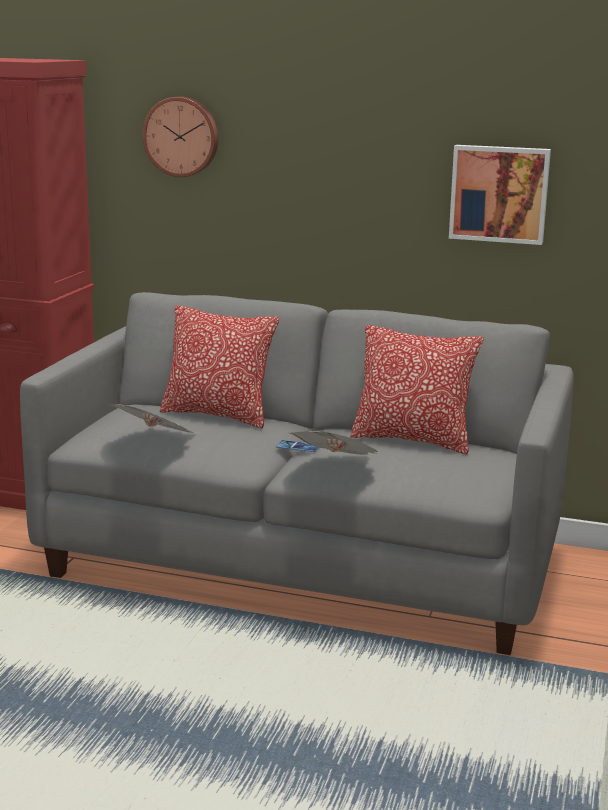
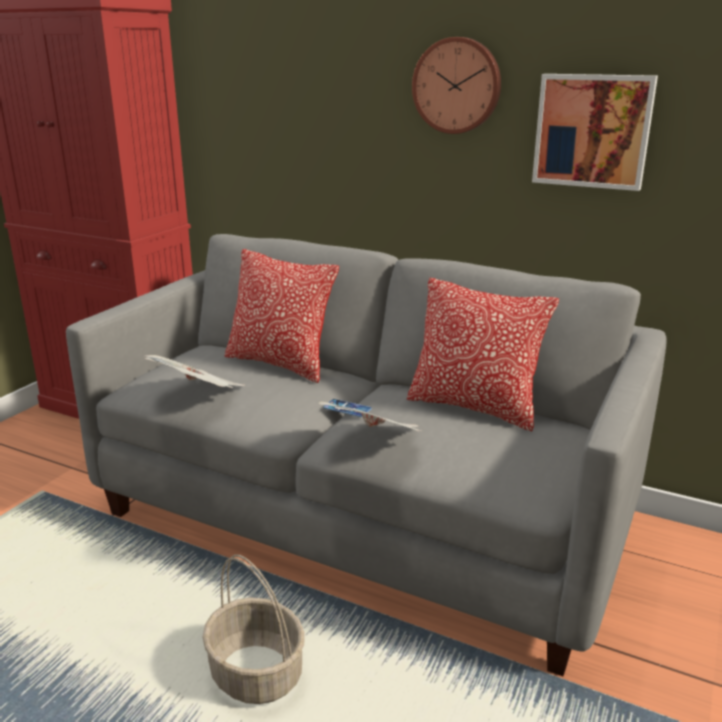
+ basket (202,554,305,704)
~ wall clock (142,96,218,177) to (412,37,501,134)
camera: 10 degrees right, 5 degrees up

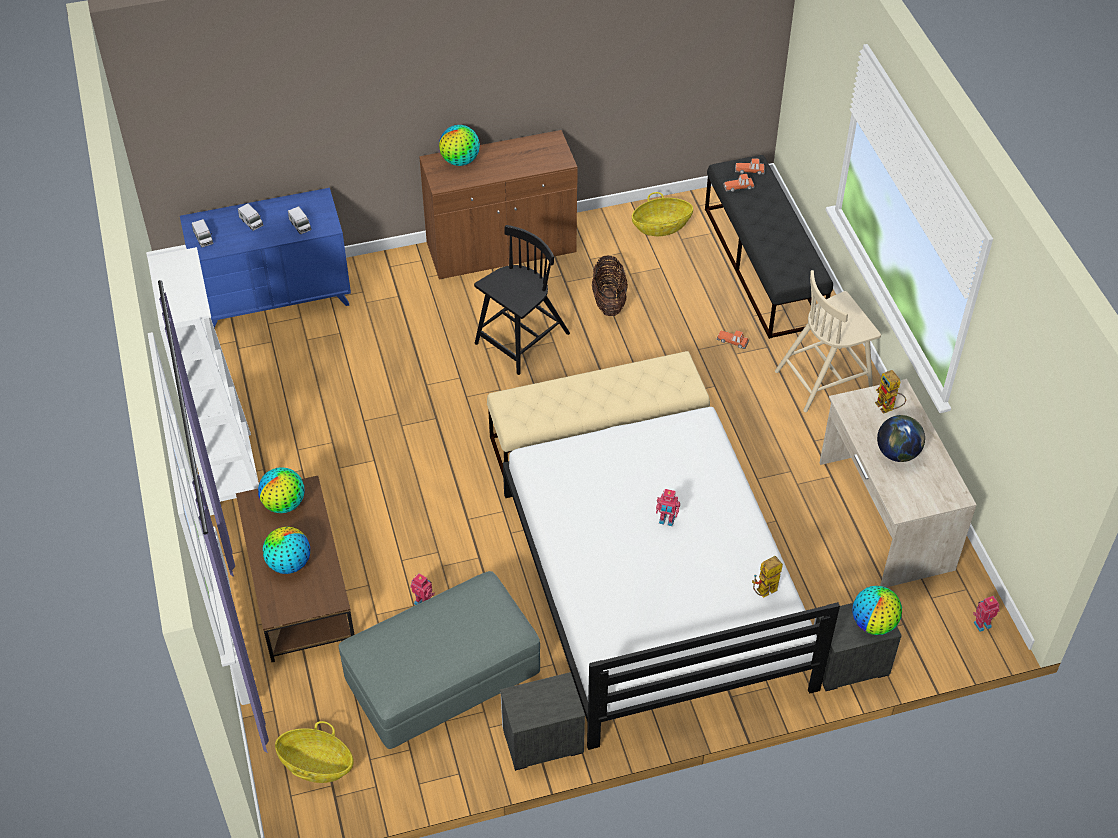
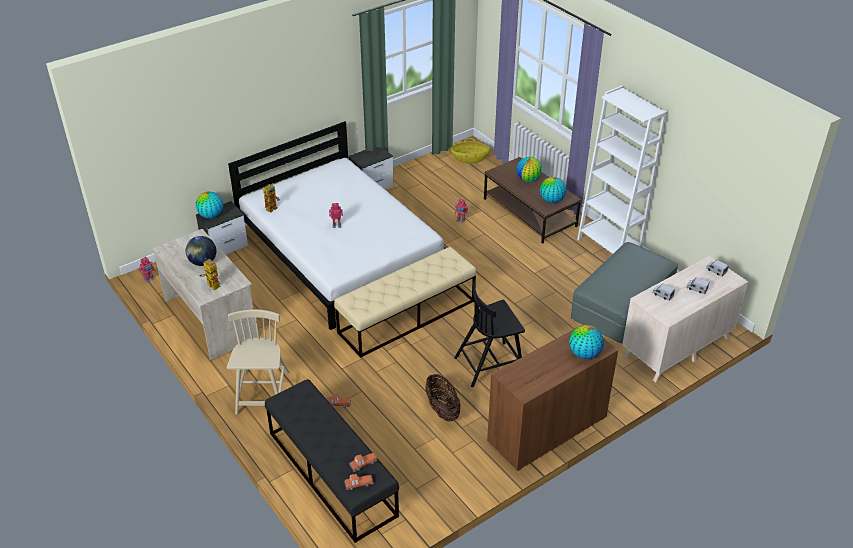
~ chair in beige (775,270,881,412) = (227,309,290,415) 45 degrees counterclockwise
~ chair in black (474,225,570,375) = (454,281,525,387) 45 degrees clockwise
~ ottoman in grey (339,571,540,749) to (571,242,678,343)
~ dresser in blue (180,188,351,328) to dresser in beige (622,256,748,383)
- basket (632,192,693,236)
camera: 160 degrees right, 10 degrees down

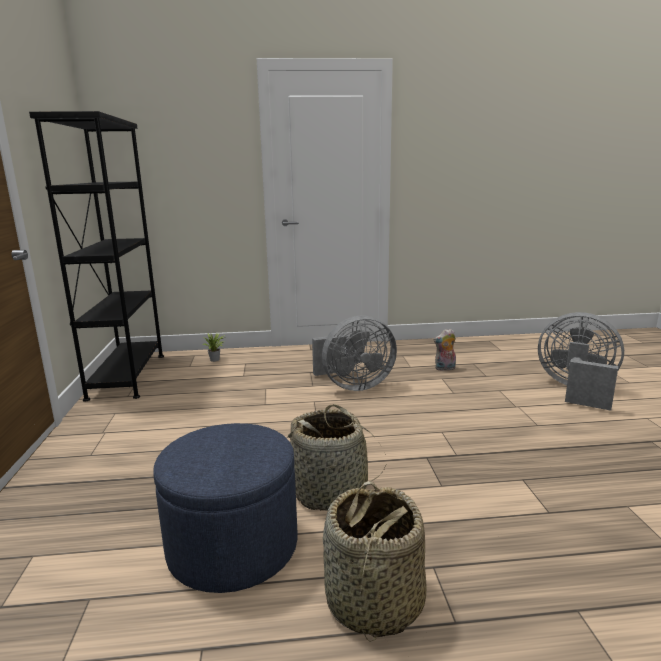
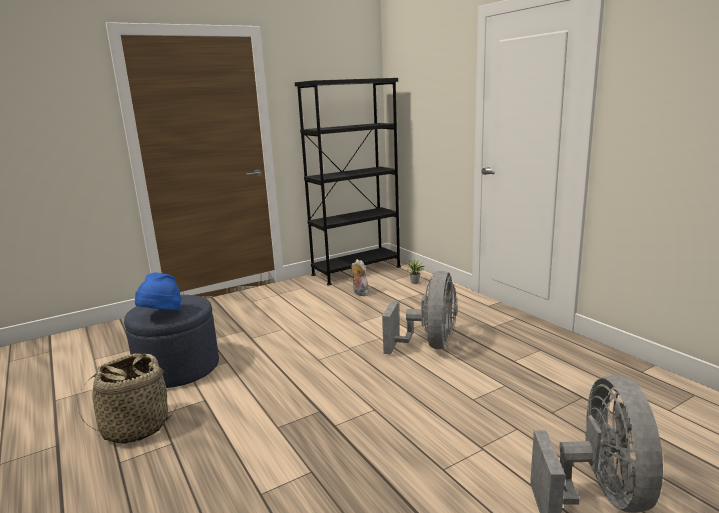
+ hat in blue (135,272,182,311)
~ plush toy (434,329,456,371) to (351,259,369,296)
~ fan in grey (312,316,397,391) = (382,271,457,355) 120 degrees counterclockwise
- basket (286,404,386,511)
camera: 65 degrees right, 0 degrees up

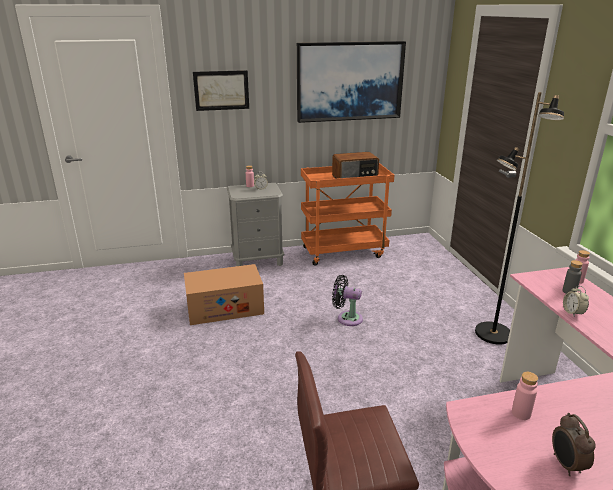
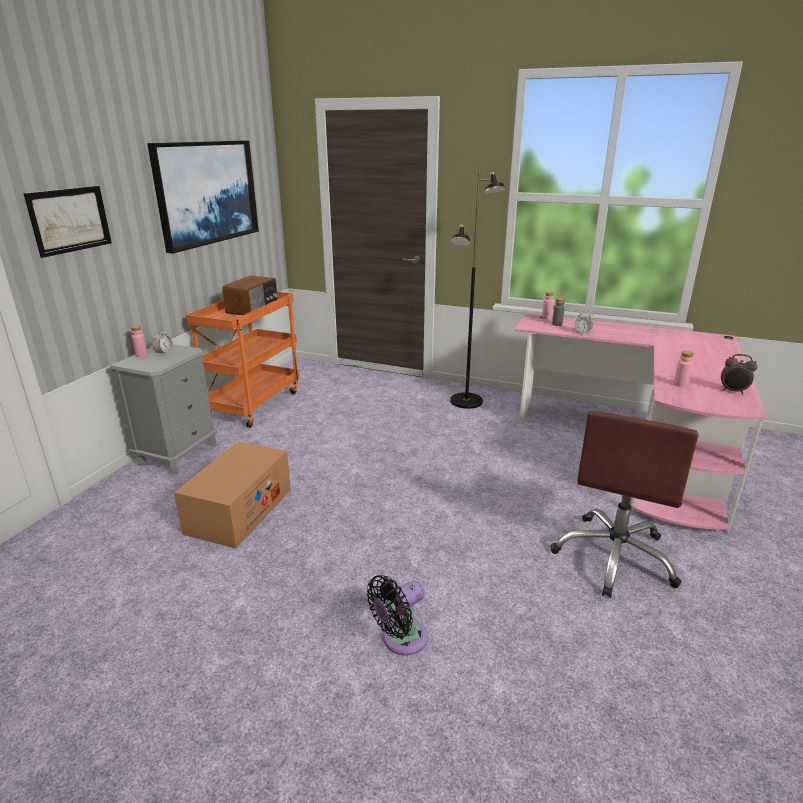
~ fan in black (332,275,363,326) to (367,575,428,656)
camera: 55 degrees left, 0 degrees up

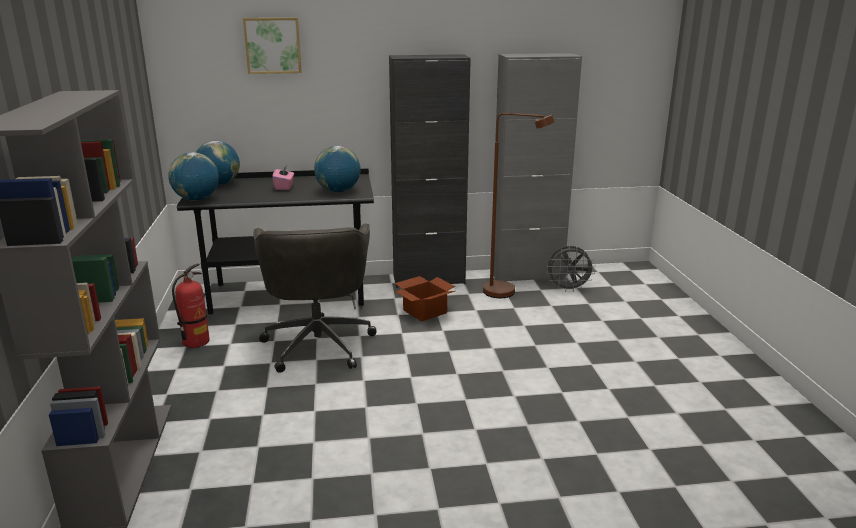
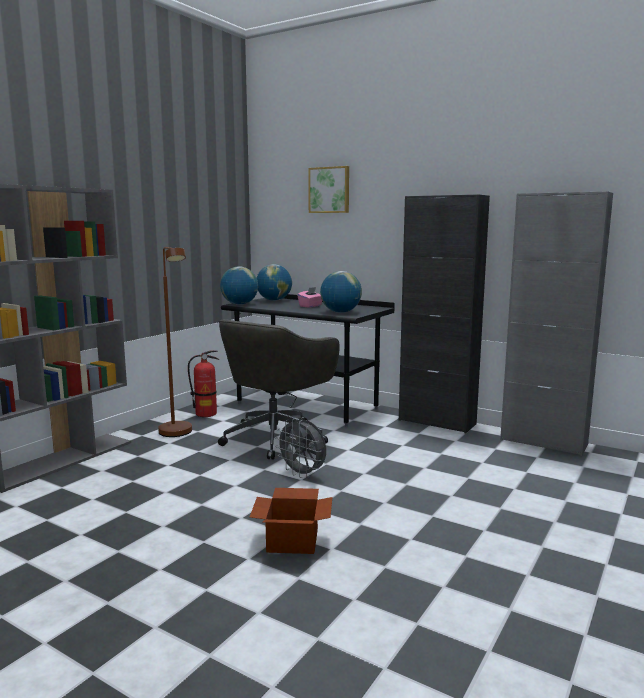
~ floor lamp in brown (483,113,555,298) to (158,247,192,437)
~ cardboard box (394,276,455,322) to (249,488,332,554)
~ fan in grey (546,246,596,292) to (275,418,326,478)
camera: 40 degrees right, 10 degrees down

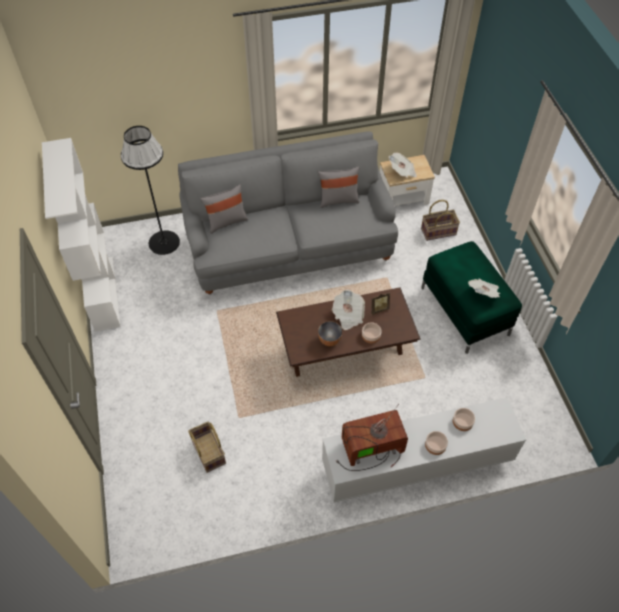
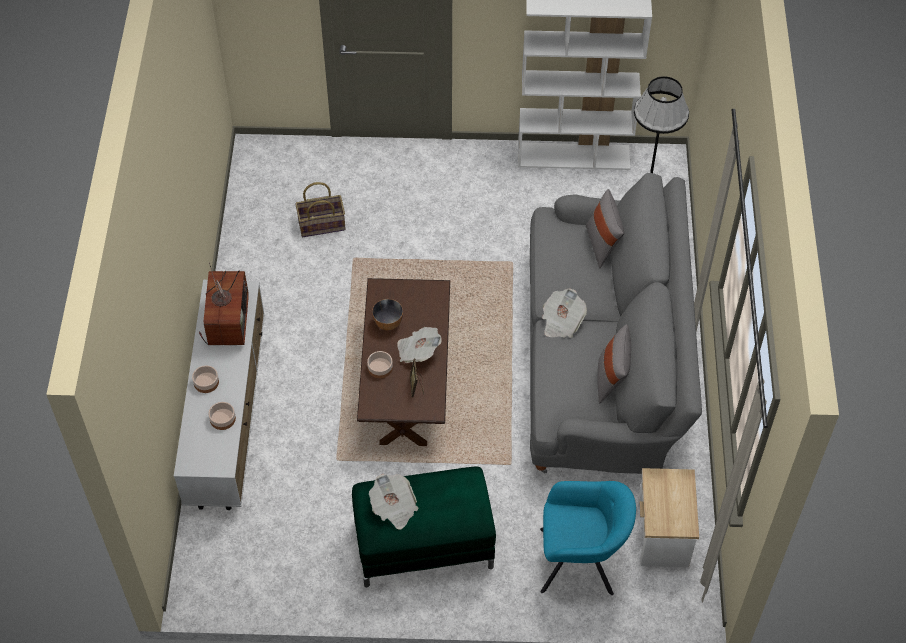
~ basket (421,200,460,241) to armchair in turquoise (540,481,636,595)
~ newspaper (389,153,417,178) to (542,289,587,338)
camera: 105 degrees right, 0 degrees up

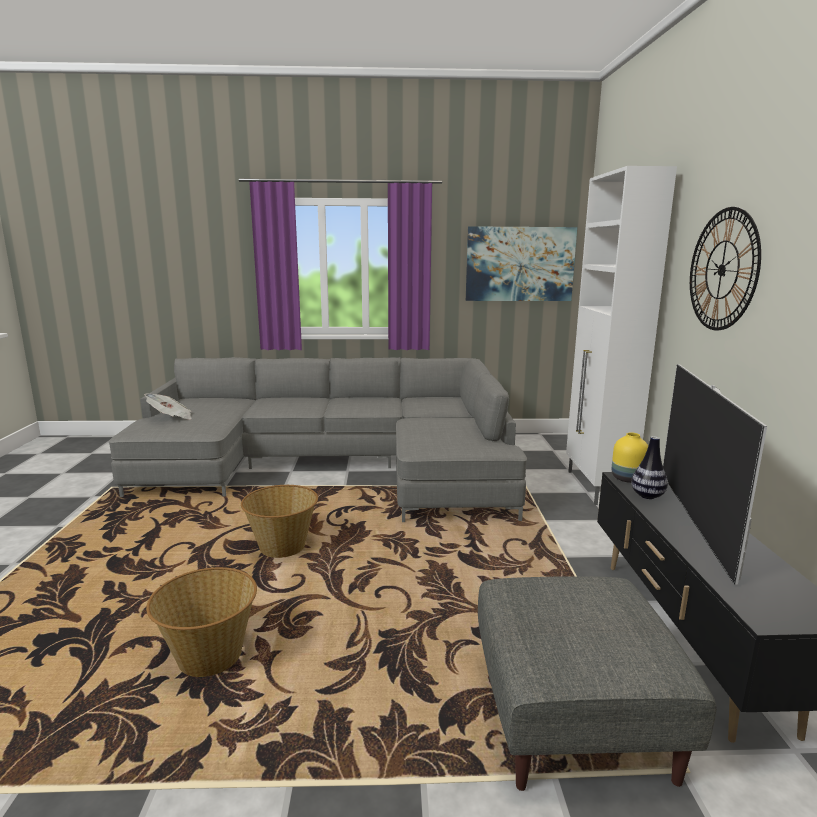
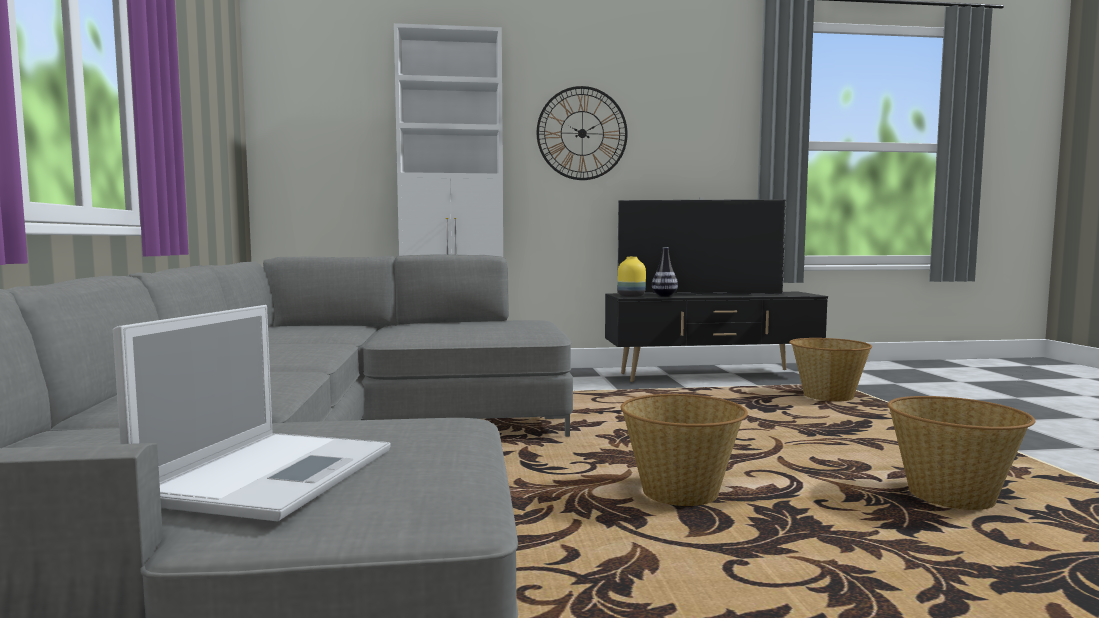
~ newspaper (144,393,192,419) to laptop (113,305,391,521)
~ ottoman in grey (478,576,716,791) to basket (789,338,872,401)
- picture (466,226,577,301)
camera: 95 degrees left, 10 degrees down

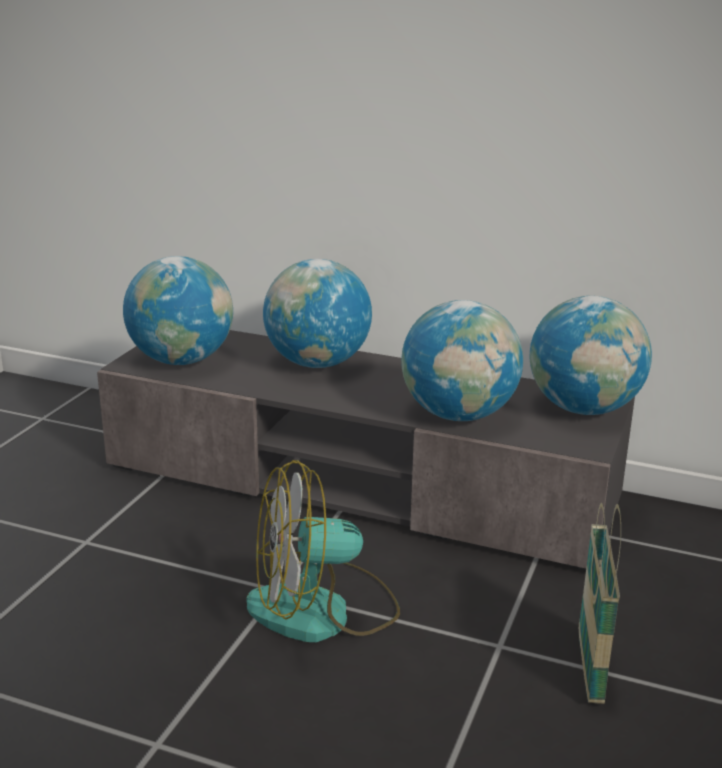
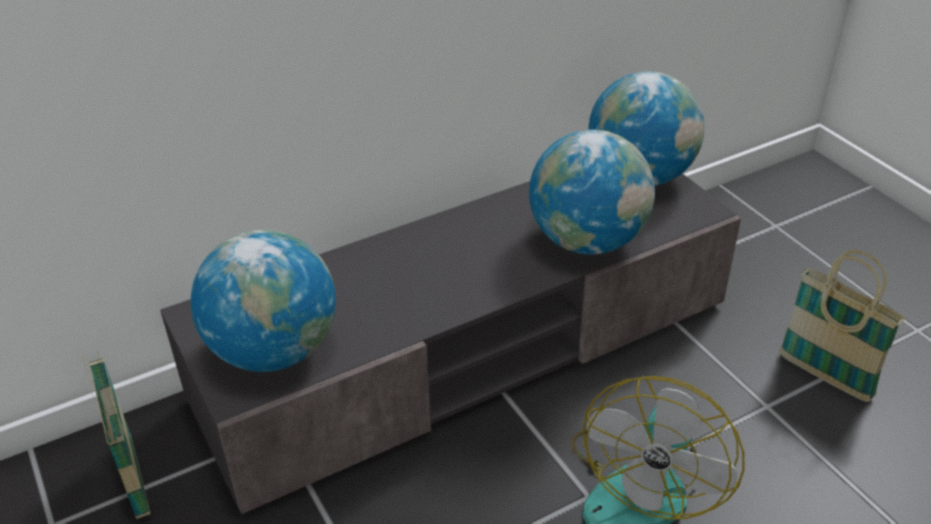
+ basket (82,349,151,519)
- globe (263,259,372,368)
camera: 50 degrees left, 15 degrees up

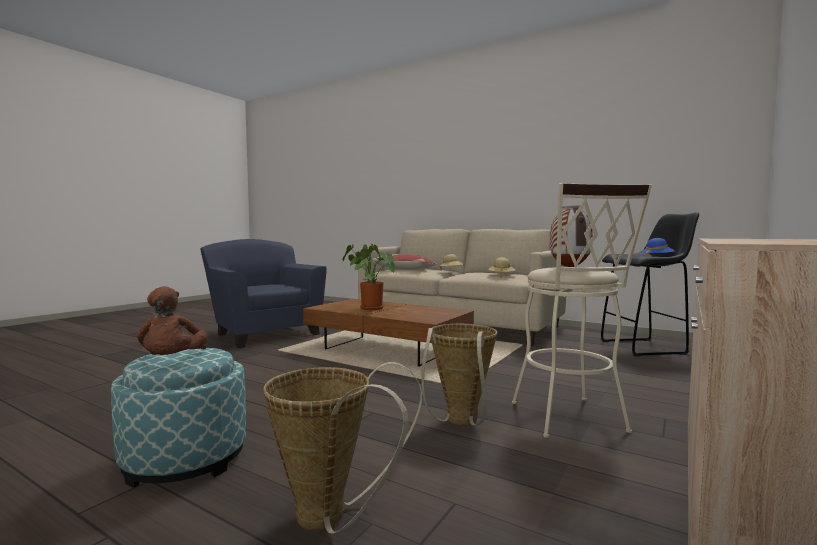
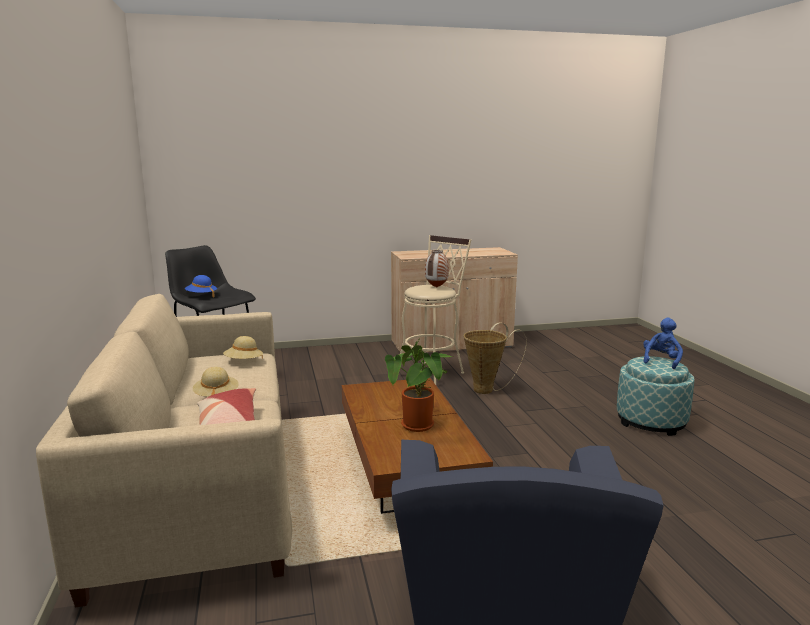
~ plush toy in brown (137,286,208,355) to plush toy in blue (643,318,683,369)
- basket (263,362,423,534)
camera: 135 degrees left, 10 degrees up

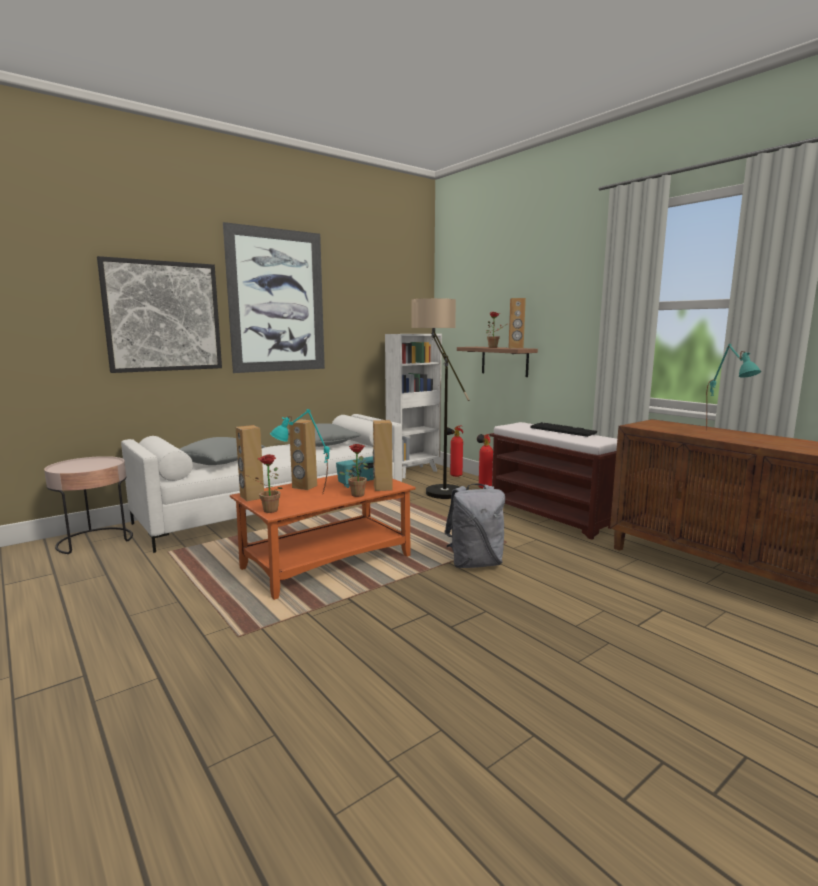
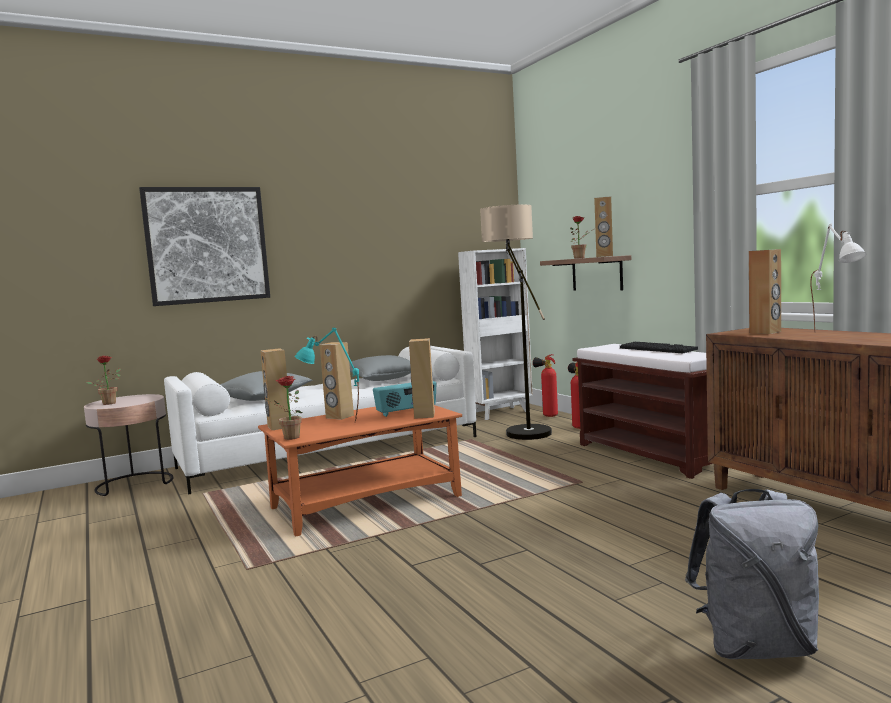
~ potted plant (339,444,368,497) to (86,356,121,405)
~ backpack in grey (444,484,505,568) to (685,489,819,659)
+ speaker in brown (749,249,781,334)
~ table lamp in turquoise (706,344,761,430) to table lamp in white (810,224,866,333)
- picture (223,222,325,373)
camera: 10 degrees right, 5 degrees down

